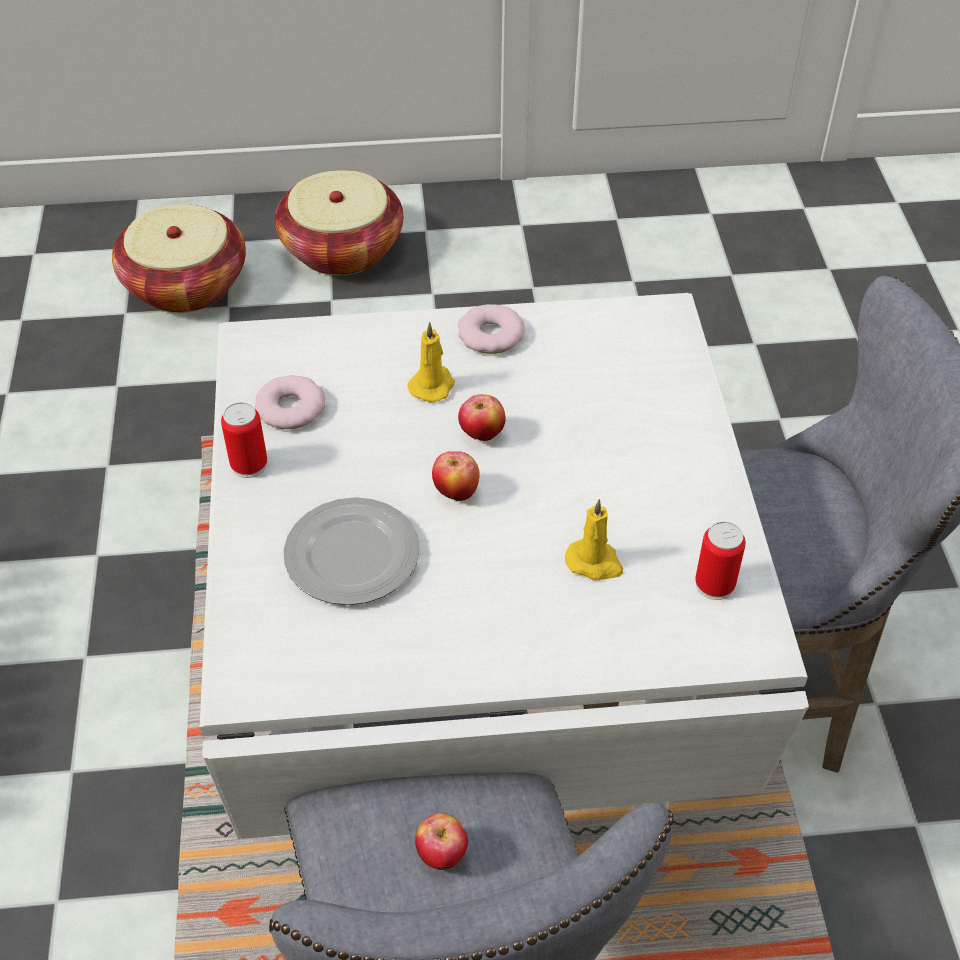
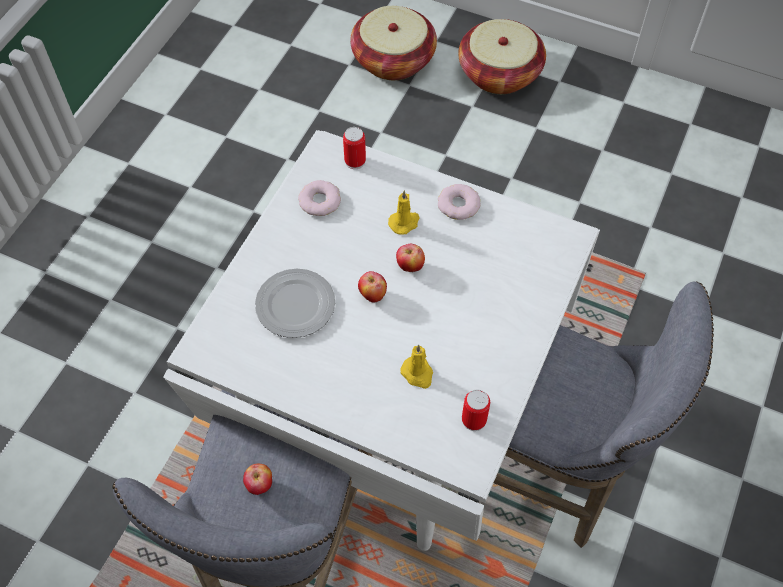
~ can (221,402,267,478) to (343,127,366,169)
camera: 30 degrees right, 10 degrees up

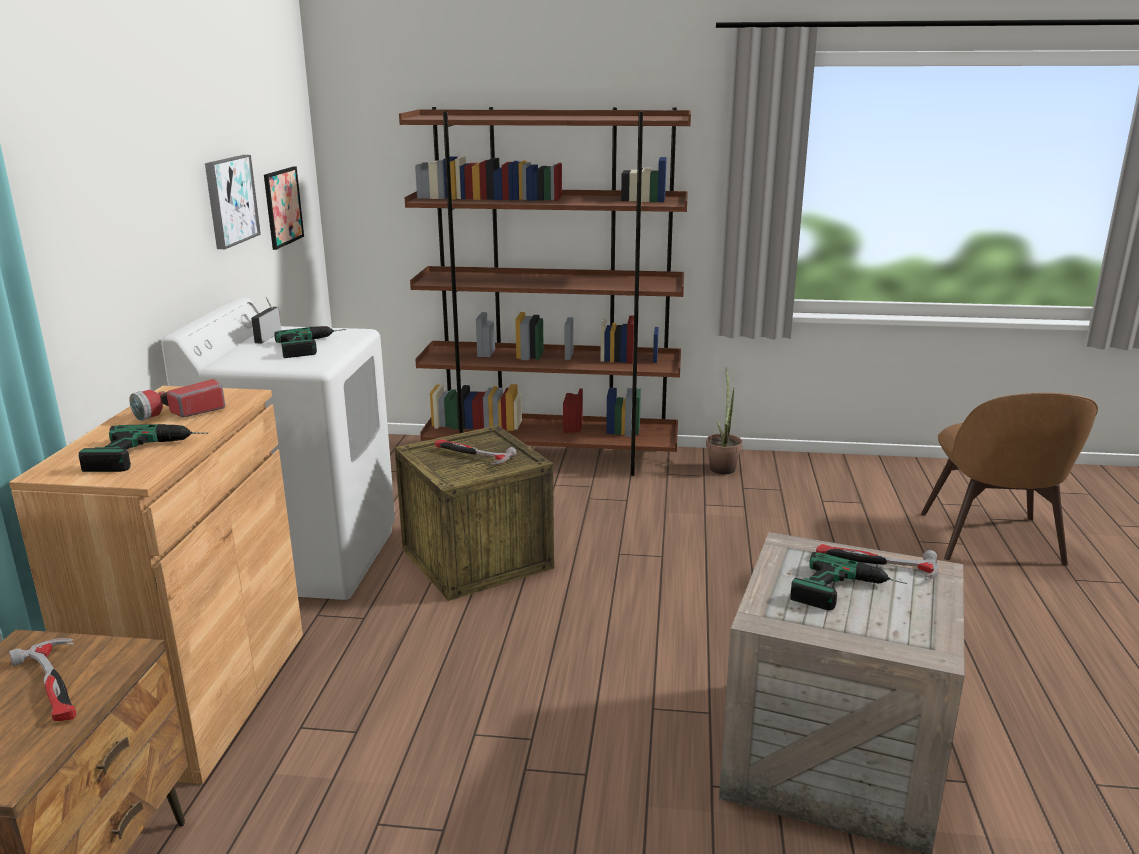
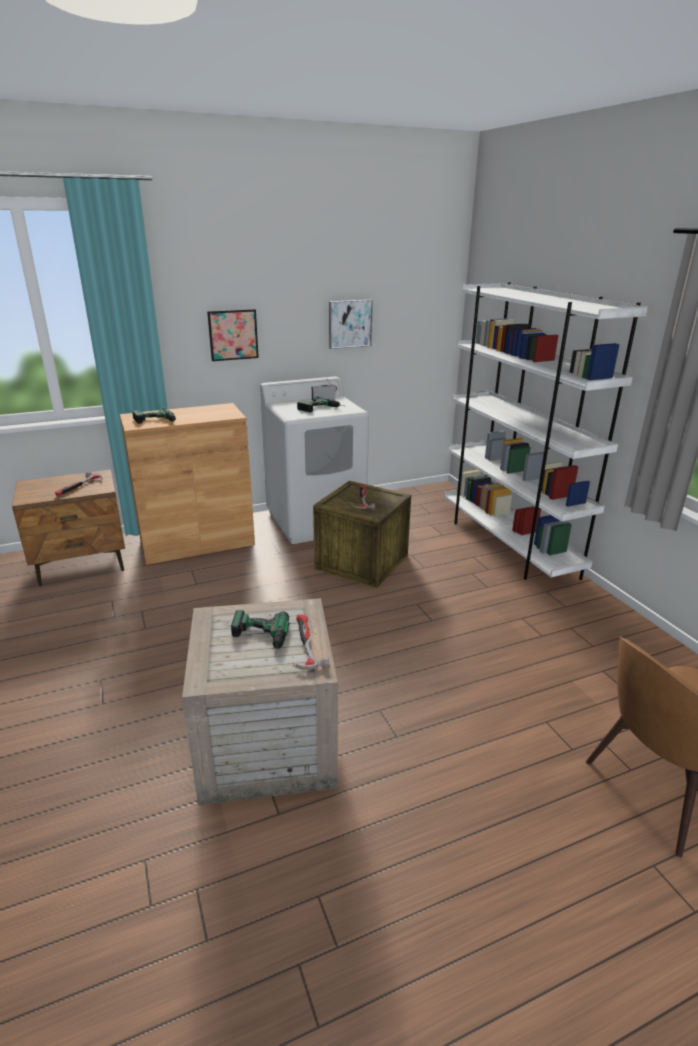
~ picture (264,166,304,250) to (207,309,259,361)
~ bookcase in brown (399,107,691,476) to bookcase in white (444,282,648,580)
- flashlight (129,379,225,421)
- potted plant (706,367,743,474)
camera: 60 degrees right, 5 degrees up

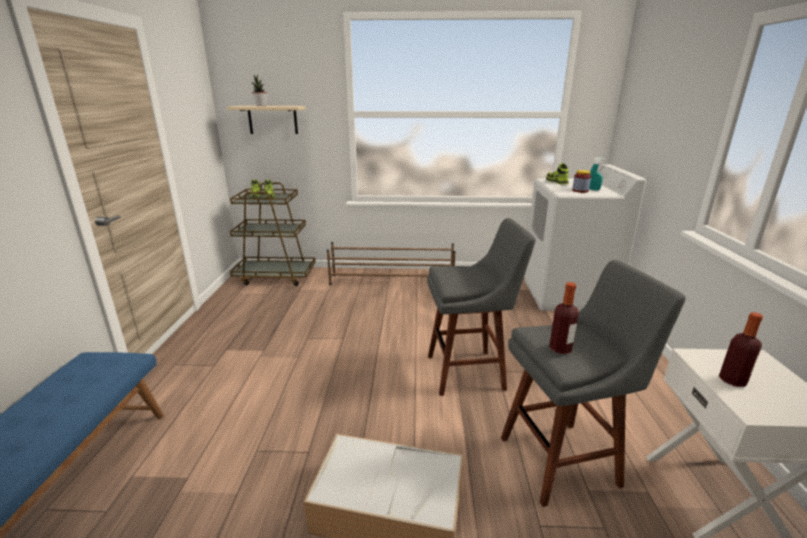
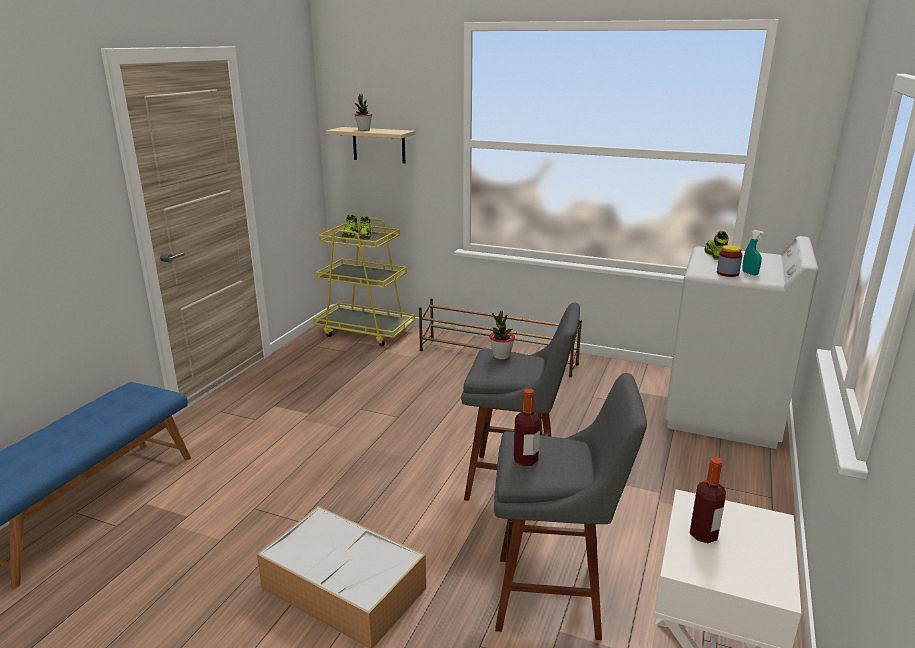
~ cart in brown (230,182,315,286) to cart in yellow (313,218,415,346)
+ potted plant (489,311,515,360)
camera: 20 degrees right, 0 degrees up

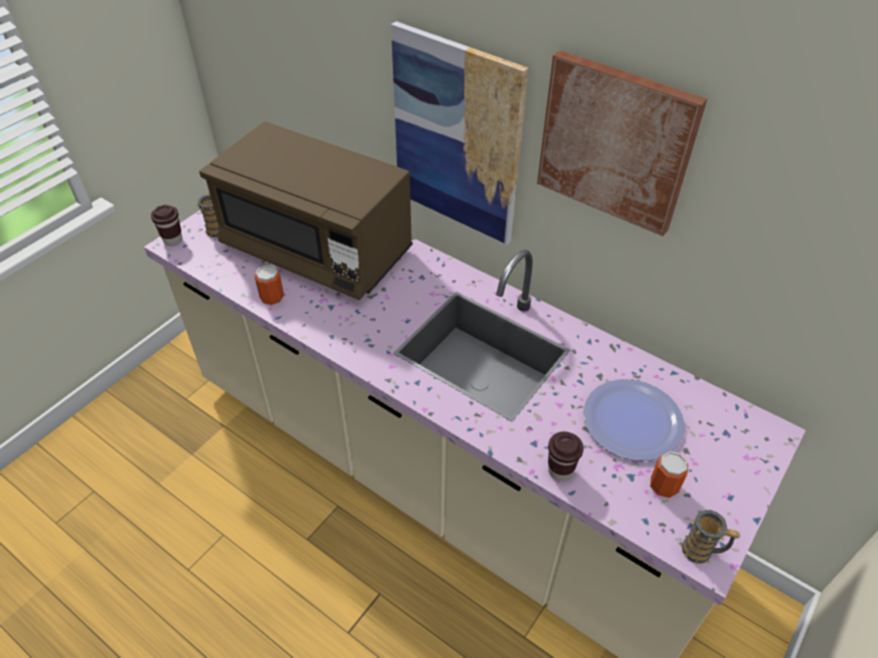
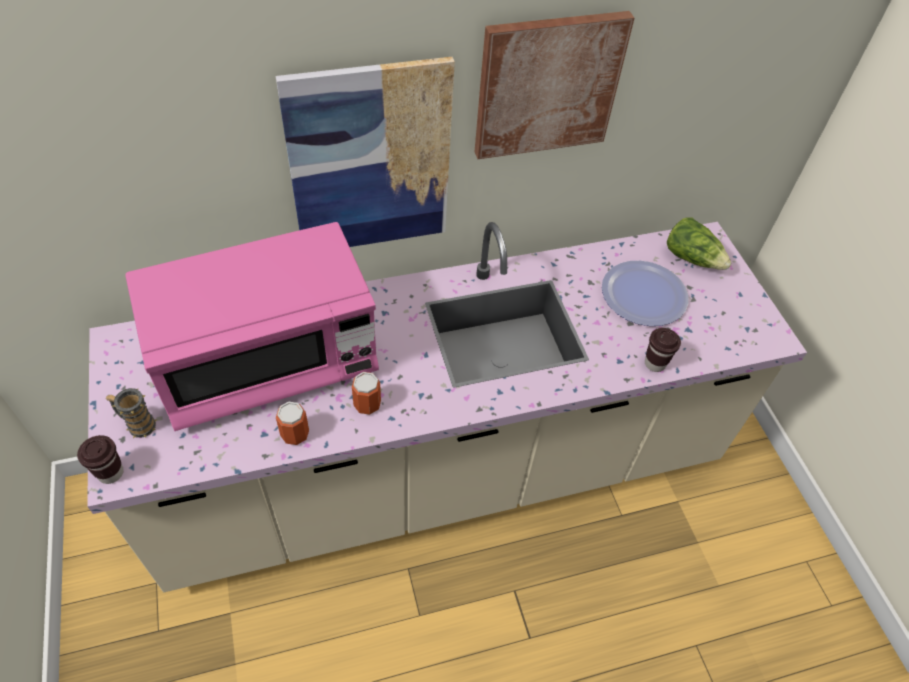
~ microwave in brown (199,122,413,300) to microwave in pink (125,222,379,431)
~ can (650,451,688,498) to (352,372,381,415)
+ lettuce (667,217,731,270)
- mug (680,509,740,565)
camera: 55 degrees left, 5 degrees up

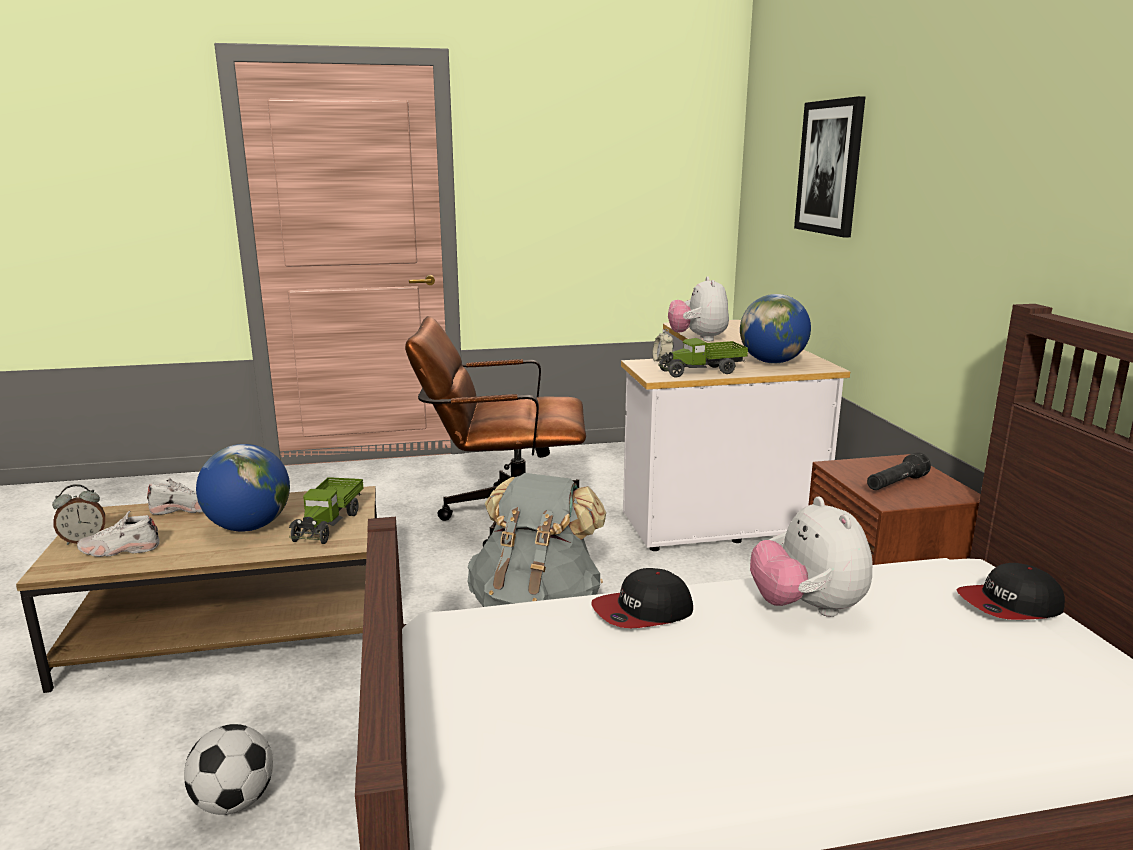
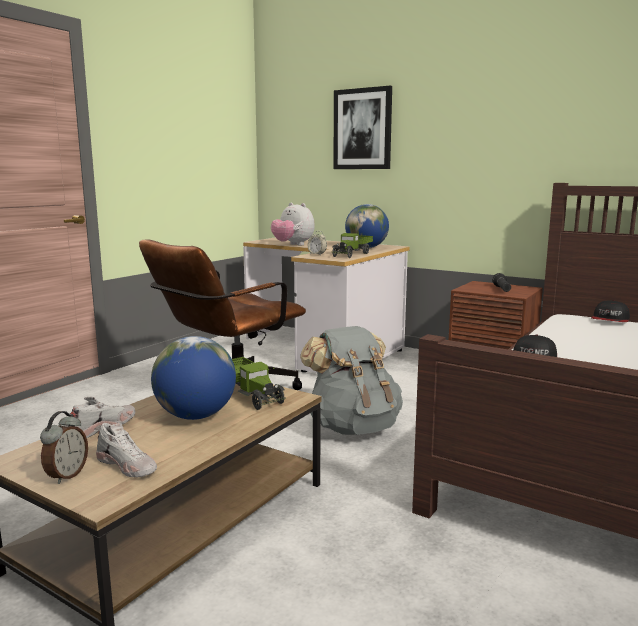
~ shoe in white (77,511,160,557) = (96,423,157,478) 90 degrees counterclockwise
- football (184,724,273,815)
- plush toy (750,496,873,617)
camera: 45 degrees left, 5 degrees down

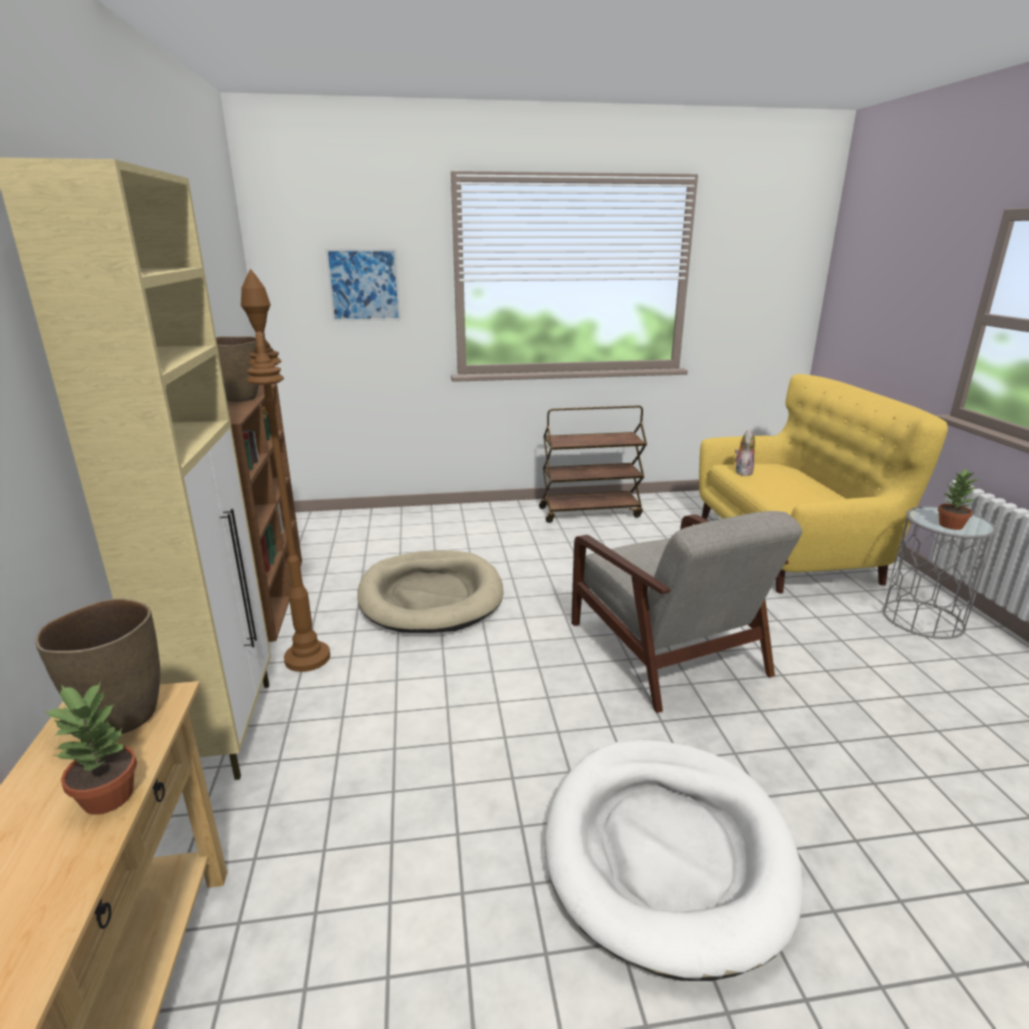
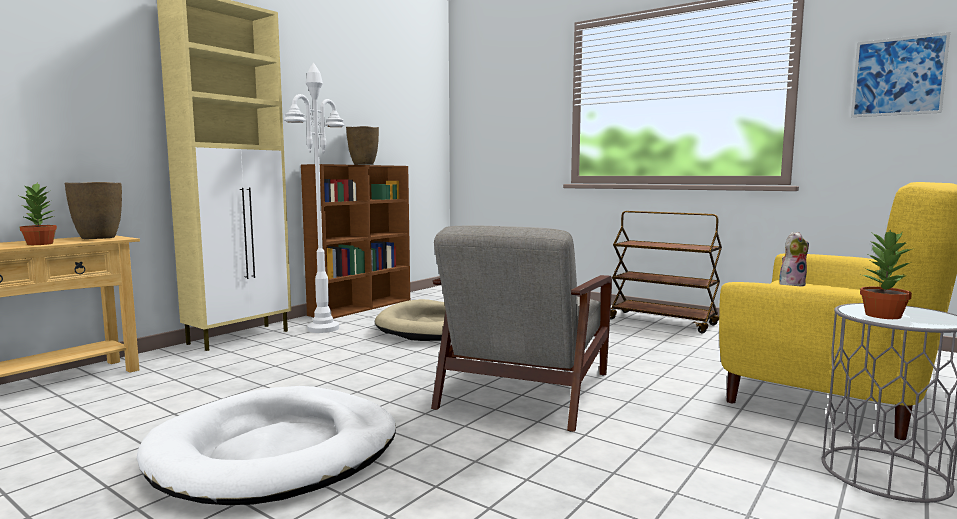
~ floor lamp in brown (241,269,330,672) to floor lamp in white (284,62,345,333)
~ picture (325,248,401,322) to (851,32,950,117)
camera: 45 degrees right, 15 degrees down

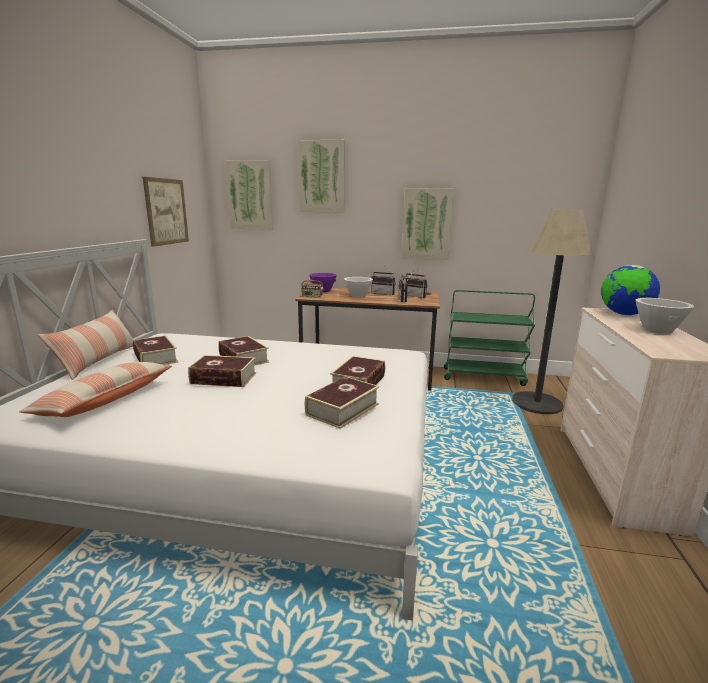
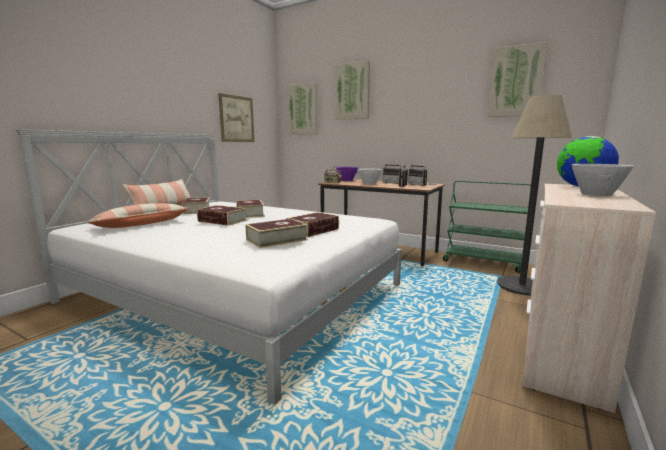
~ picture (402,188,454,260) to (488,42,547,117)
camera: 20 degrees right, 5 degrees down

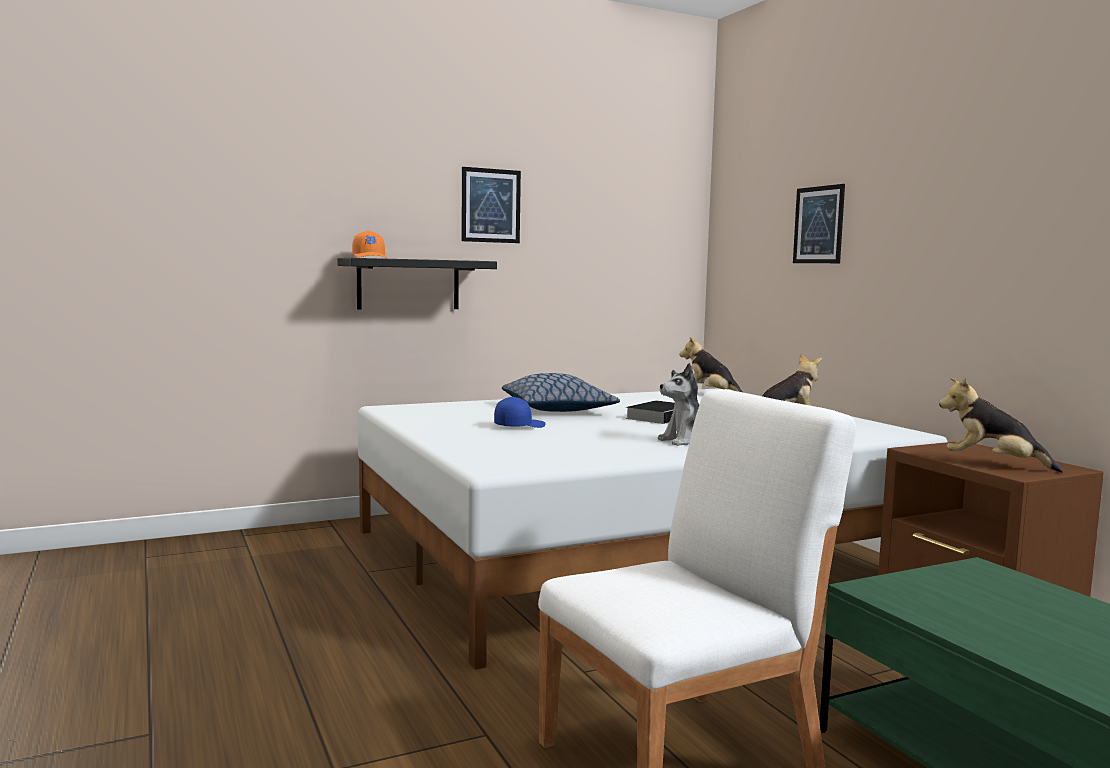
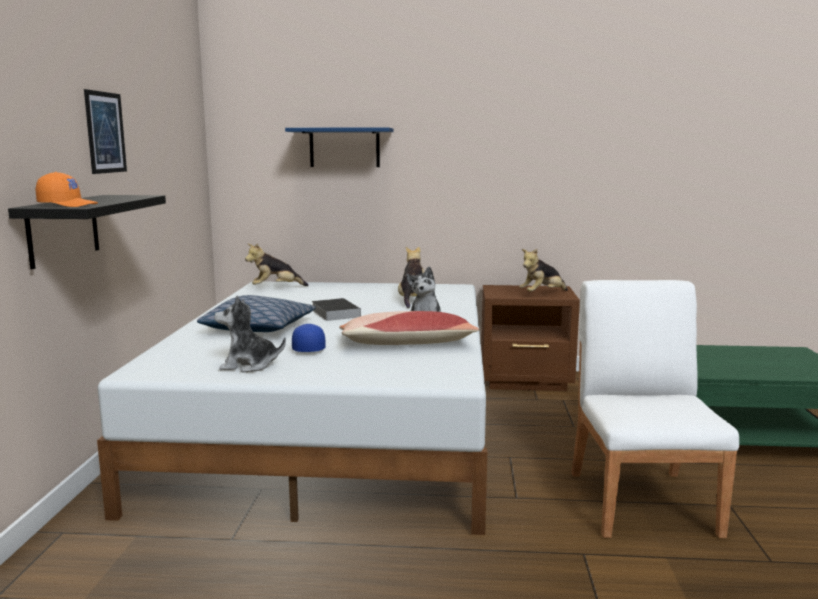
+ plush toy (214,296,286,372)
~ picture (793,184,845,263) to shelf in blue (285,127,394,167)
+ pillow (339,311,479,345)
camera: 60 degrees left, 5 degrees up

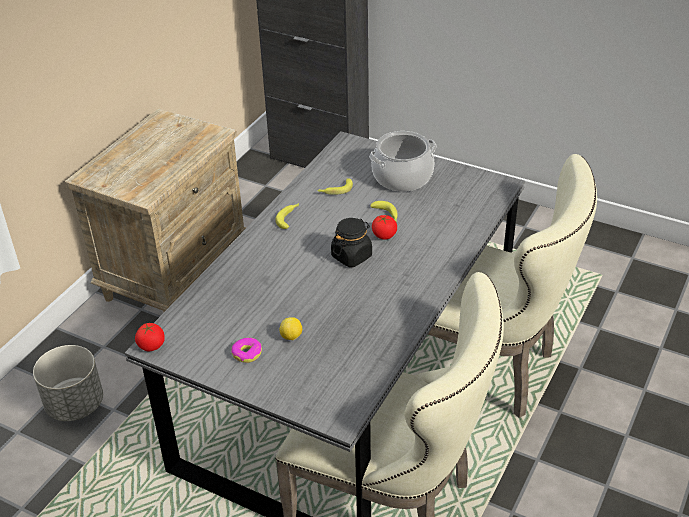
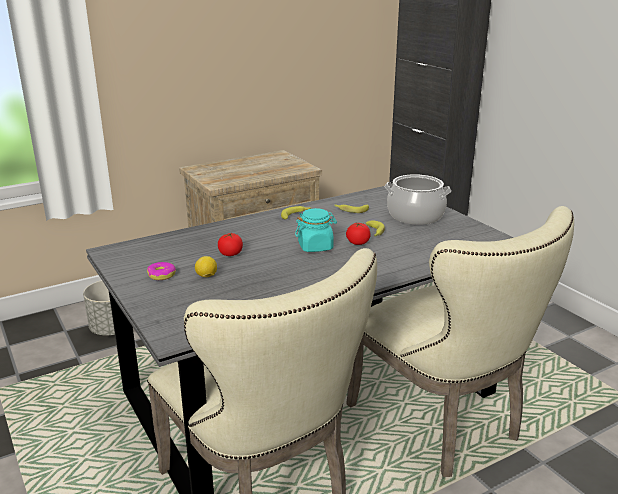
~ tomato (135,323,165,351) to (218,233,243,256)
~ jar in black (331,218,372,267) to jar in turquoise (295,208,337,252)
camera: 30 degrees right, 15 degrees down

